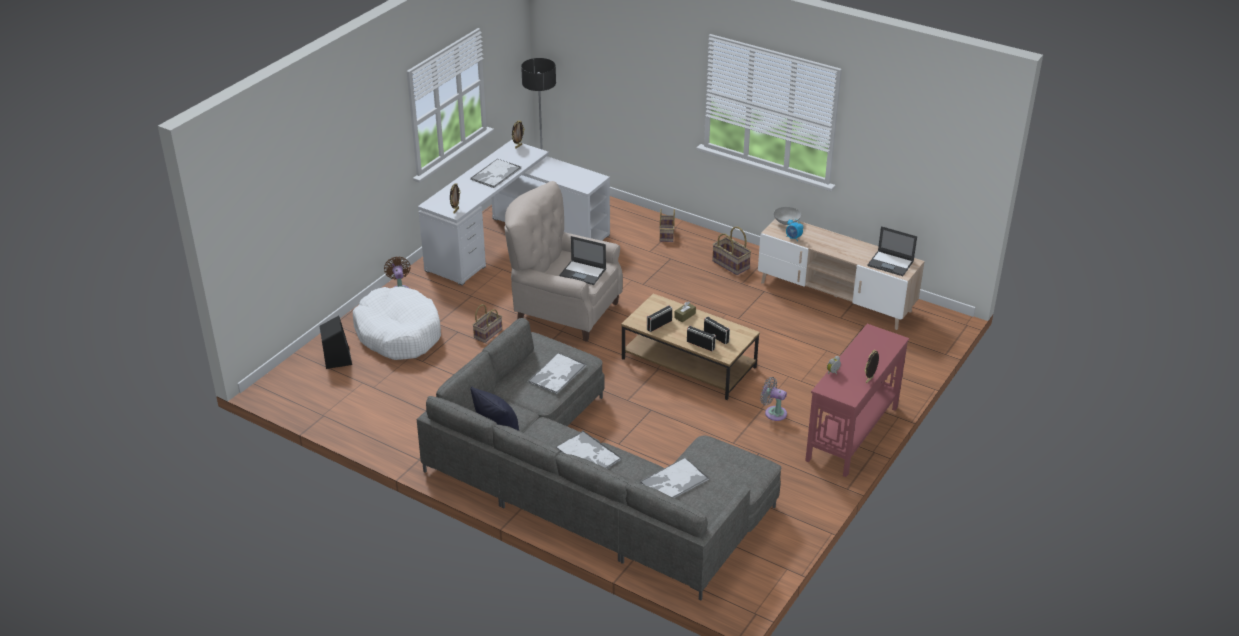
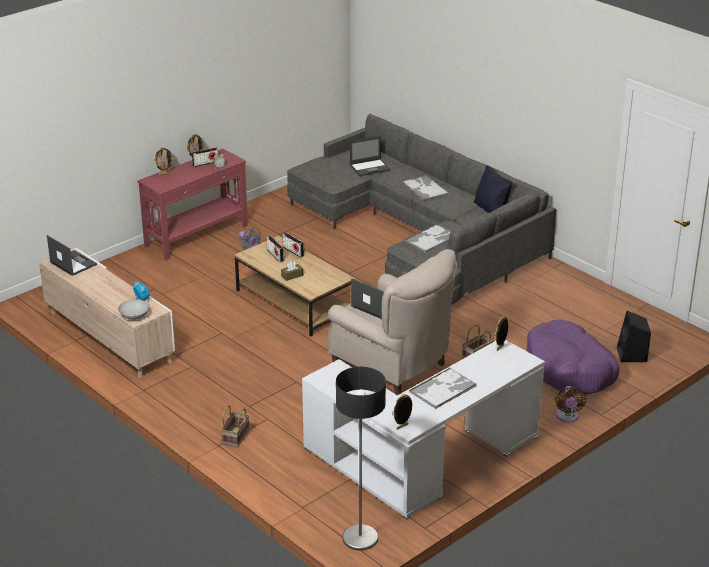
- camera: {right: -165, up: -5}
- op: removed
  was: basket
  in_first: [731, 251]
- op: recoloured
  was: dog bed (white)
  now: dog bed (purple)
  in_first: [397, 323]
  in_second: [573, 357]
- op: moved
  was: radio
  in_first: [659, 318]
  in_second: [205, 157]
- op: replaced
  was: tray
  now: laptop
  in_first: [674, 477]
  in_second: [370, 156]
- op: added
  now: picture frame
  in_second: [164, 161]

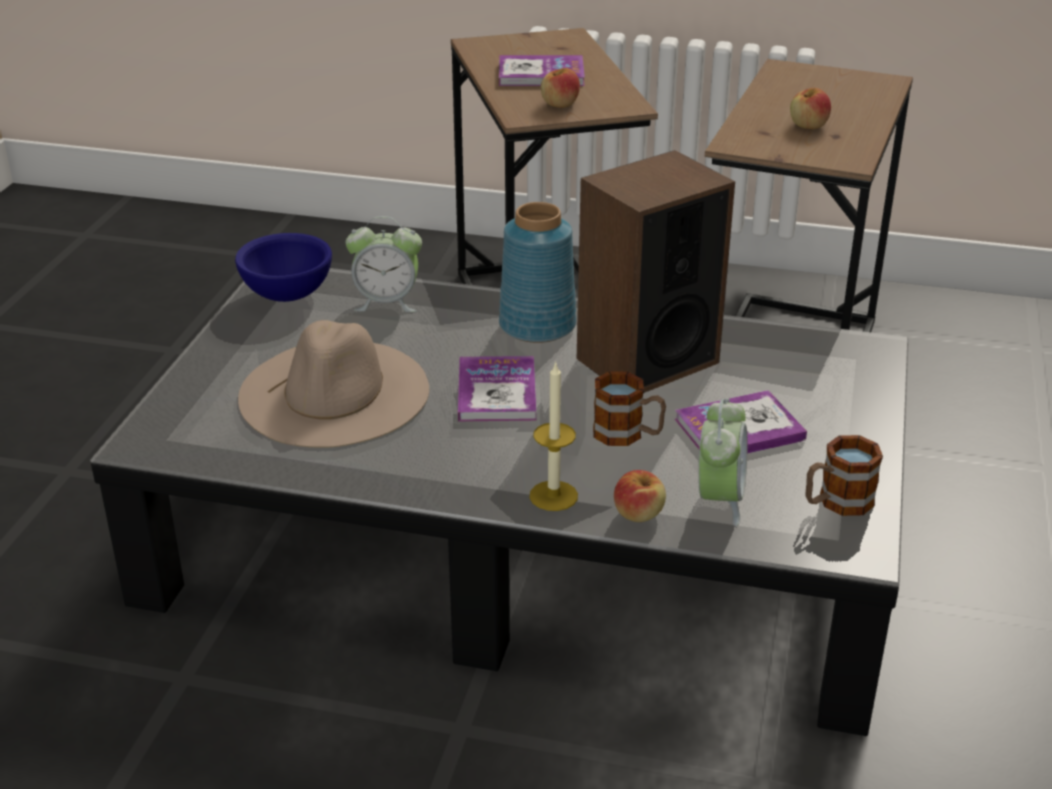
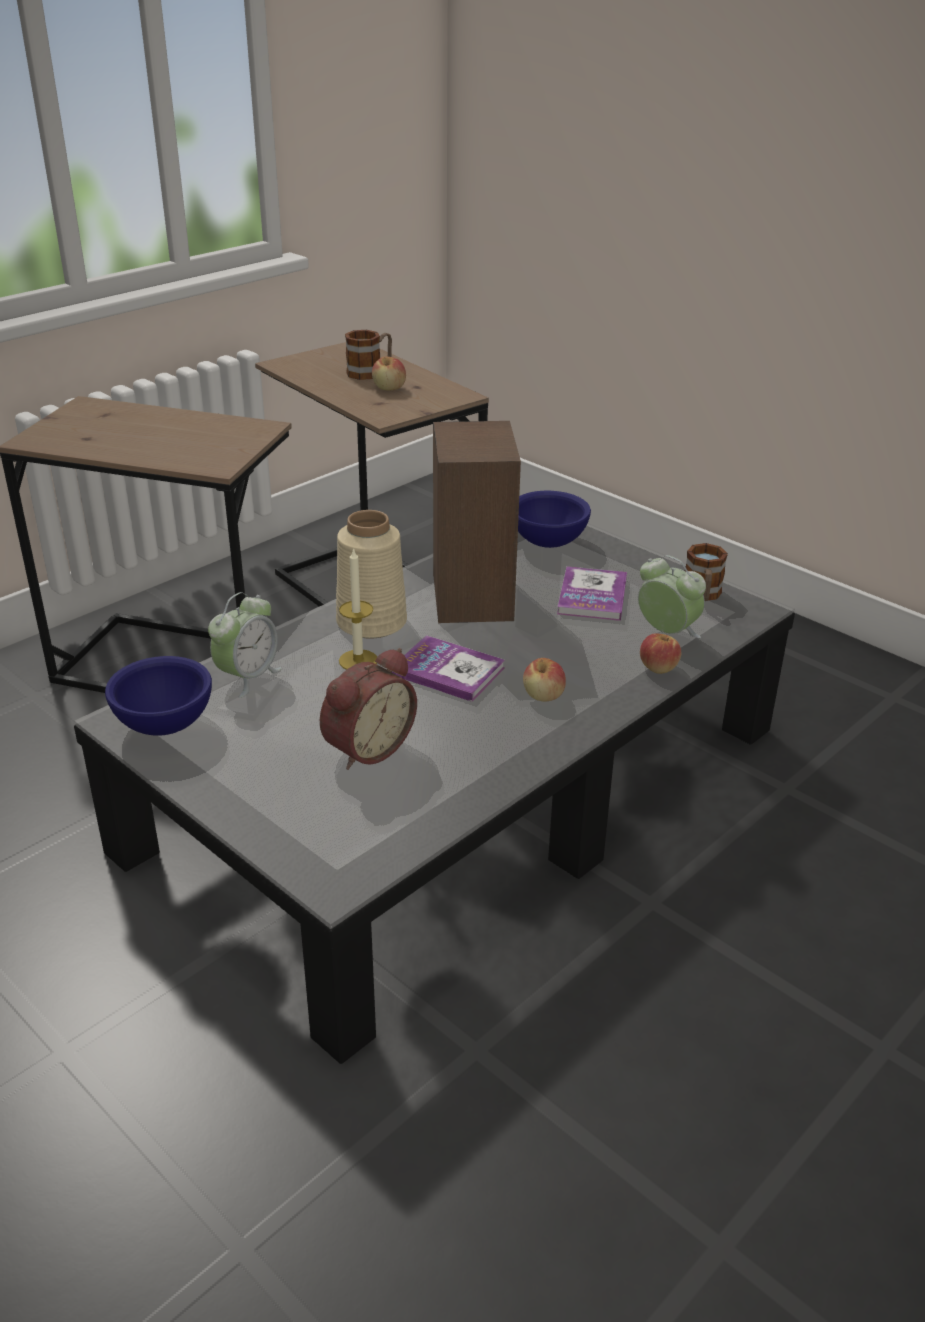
- camera: {right: -60, up: 0}
- op: removed
  was: book
  in_first: [542, 70]
- op: moved
  was: apple
  in_first: [560, 88]
  in_second: [544, 679]
- op: recoloured
  was: vase (blue)
  now: vase (beige)
  in_first: [537, 272]
  in_second: [371, 574]
- op: replaced
  was: hat (beige)
  now: alarm clock
  in_first: [333, 384]
  in_second: [368, 709]
- op: moved
  was: candle
  in_first: [554, 436]
  in_second: [358, 609]
- op: moved
  was: mug
  in_first: [629, 408]
  in_second: [368, 355]
- op: added
  now: bowl (blue)
  in_second: [554, 519]

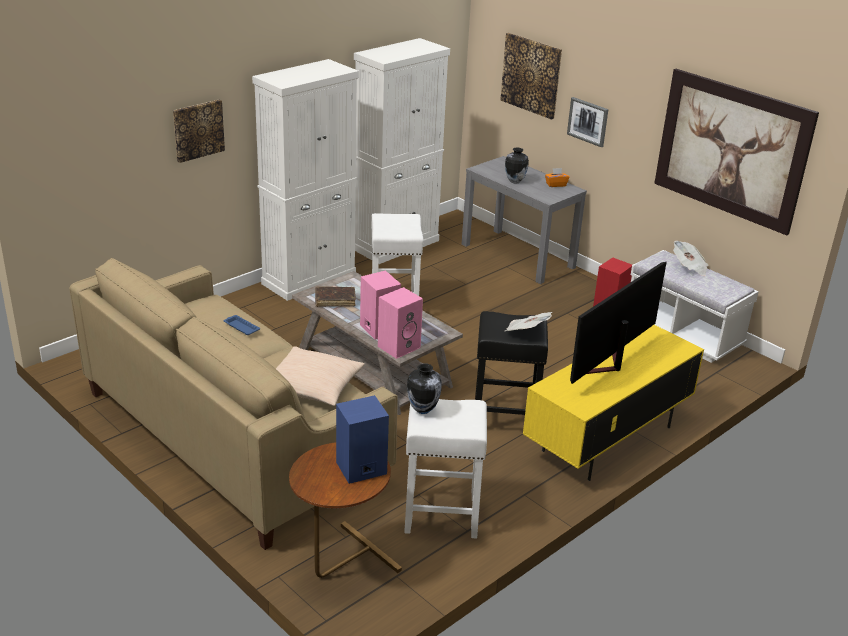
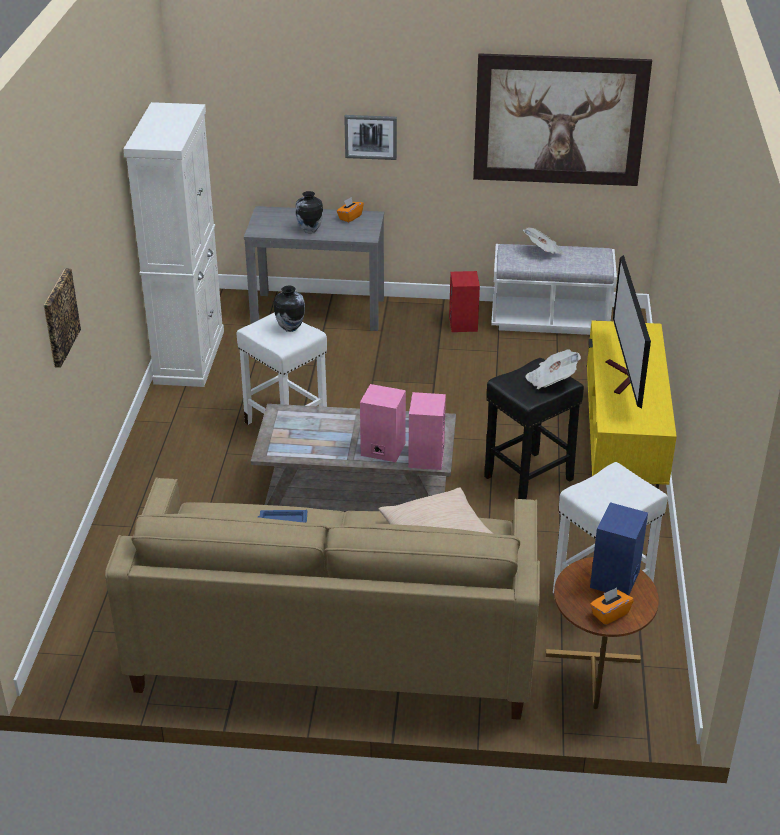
- camera: {right: -40, up: 5}
- op: removed
  was: picture
  in_first: [531, 76]
- op: removed
  was: cabinet (white)
  in_first: [305, 180]
- op: removed
  was: book (brown)
  in_first: [335, 297]
- op: moved
  was: vase
  in_first: [424, 388]
  in_second: [289, 309]
- op: added
  now: tissue box (orange)
  in_second: [612, 606]

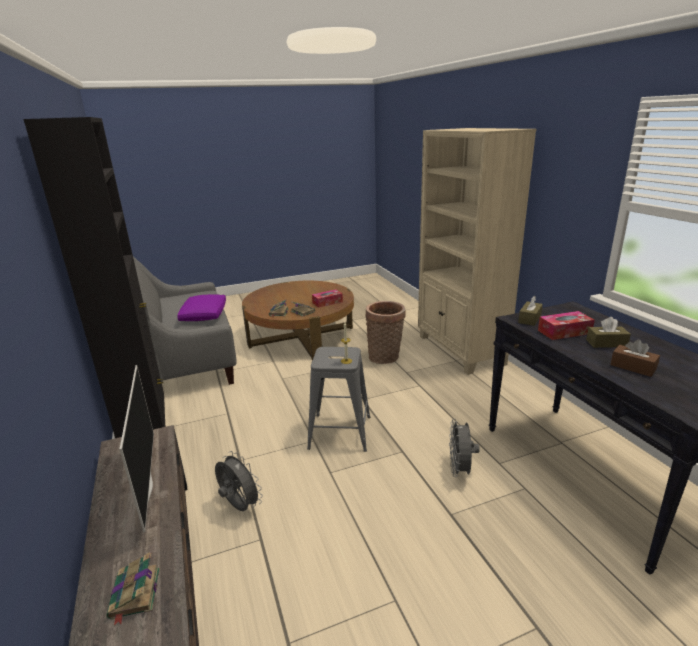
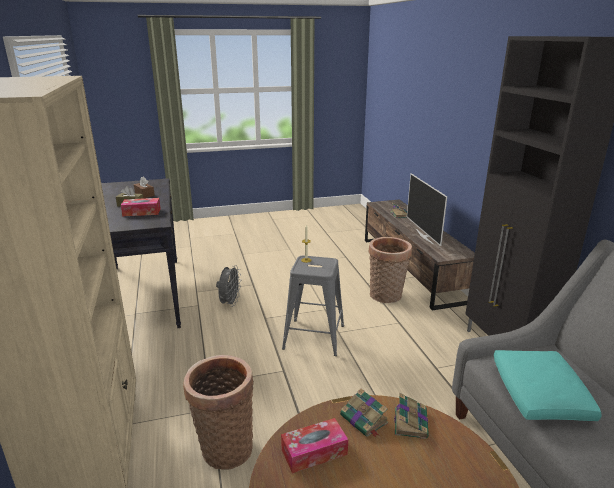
- camera: {right: -175, up: 0}
- op: recoloured
  was: pillow (purple)
  now: pillow (turquoise)
  in_first: [201, 307]
  in_second: [548, 385]
- op: removed
  was: tissue box (brown)
  in_first: [530, 311]
- op: replaced
  was: fan (grey)
  now: basket
  in_first: [239, 481]
  in_second: [390, 270]

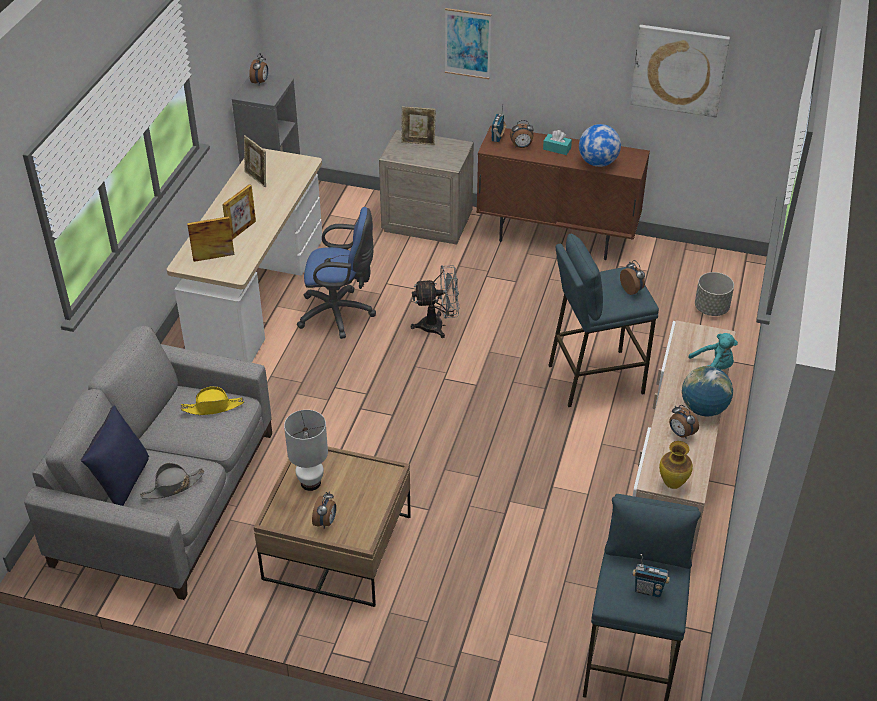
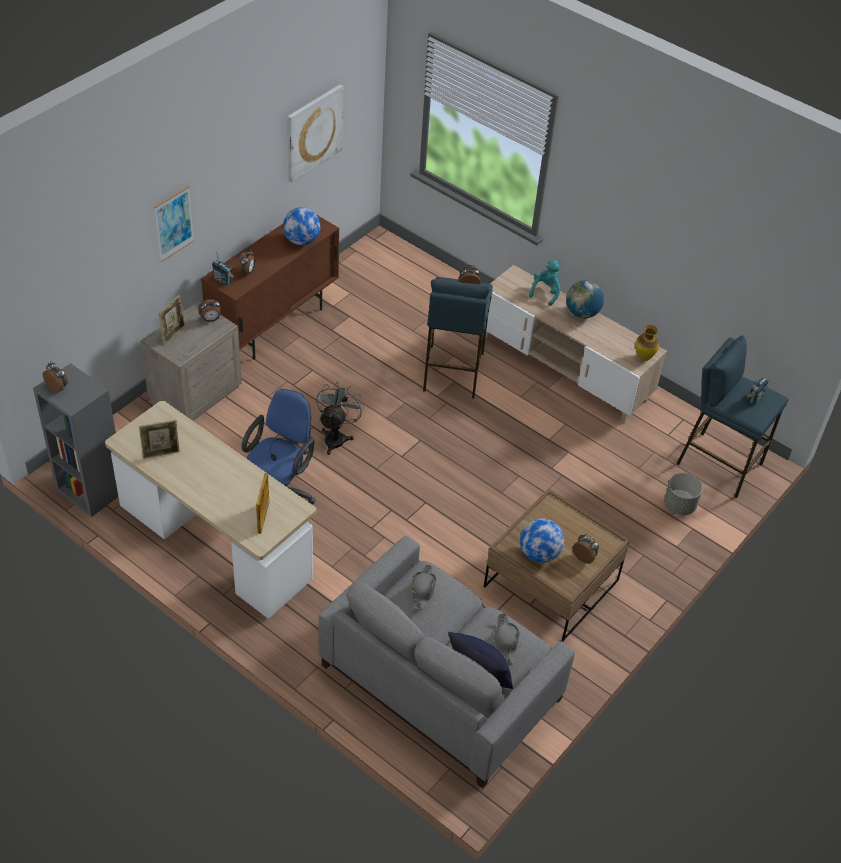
- camera: {right: -70, up: 5}
- op: removed
  was: tissue box (turquoise)
  in_first: [557, 142]
- op: removed
  was: picture frame
  in_first: [239, 212]
- op: moved
  was: planter (grey)
  in_first: [714, 294]
  in_second: [683, 494]
- op: recoloured
  was: hat (yellow)
  now: hat (grey)
  in_first: [212, 400]
  in_second: [423, 587]
- op: moved
  was: alarm clock
  in_first: [684, 422]
  in_second: [209, 310]
- op: replaced
  was: table lamp (white)
  now: globe
  in_first: [306, 450]
  in_second: [542, 540]

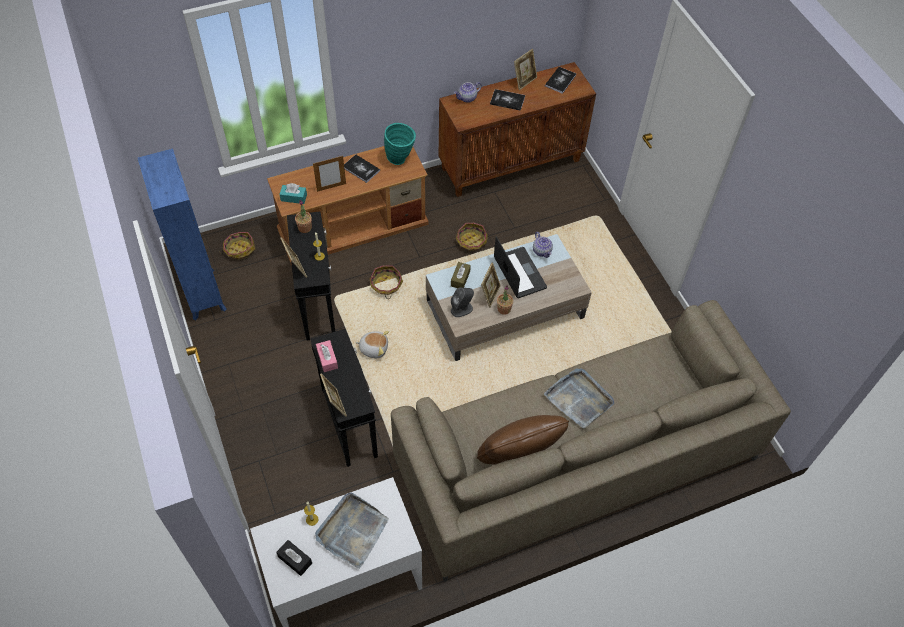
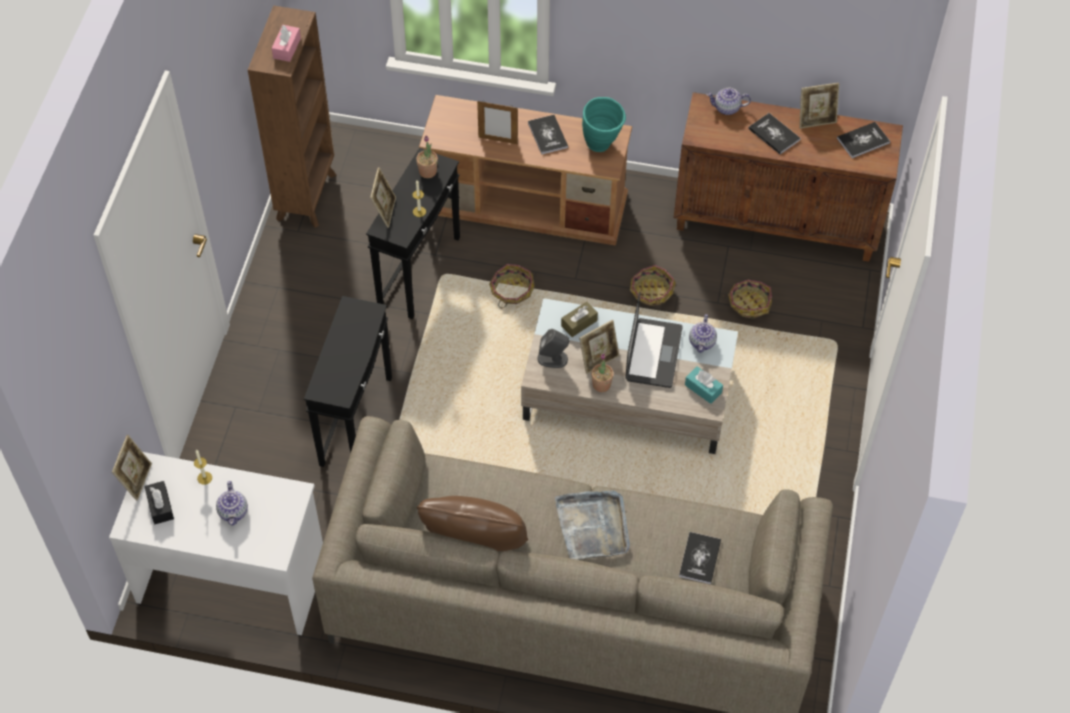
- camera: {right: 35, up: 0}
- op: recoloured
  was: bookcase (blue)
  now: bookcase (brown)
  in_first: [182, 234]
  in_second: [292, 116]
- op: moved
  was: tissue box (turquoise)
  in_first: [293, 193]
  in_second: [704, 385]
- op: moved
  was: basket
  in_first: [237, 246]
  in_second: [747, 299]
- op: removed
  was: plush toy
  in_first: [372, 344]
- op: moved
  was: tissue box (pink)
  in_first: [327, 356]
  in_second: [286, 43]
- op: moved
  was: picture frame
  in_first: [333, 395]
  in_second: [132, 468]
- op: replaced
  was: tray (grey)
  now: teapot
  in_first: [352, 531]
  in_second: [232, 503]
- op: added
  now: book
  in_second: [700, 558]

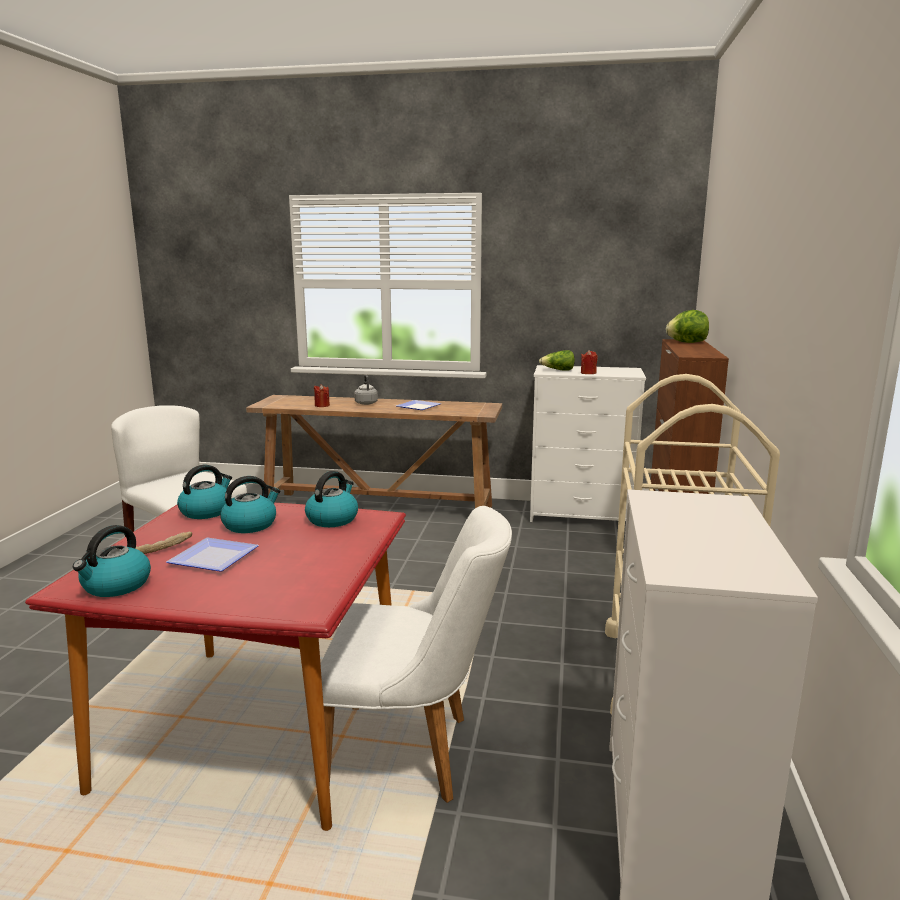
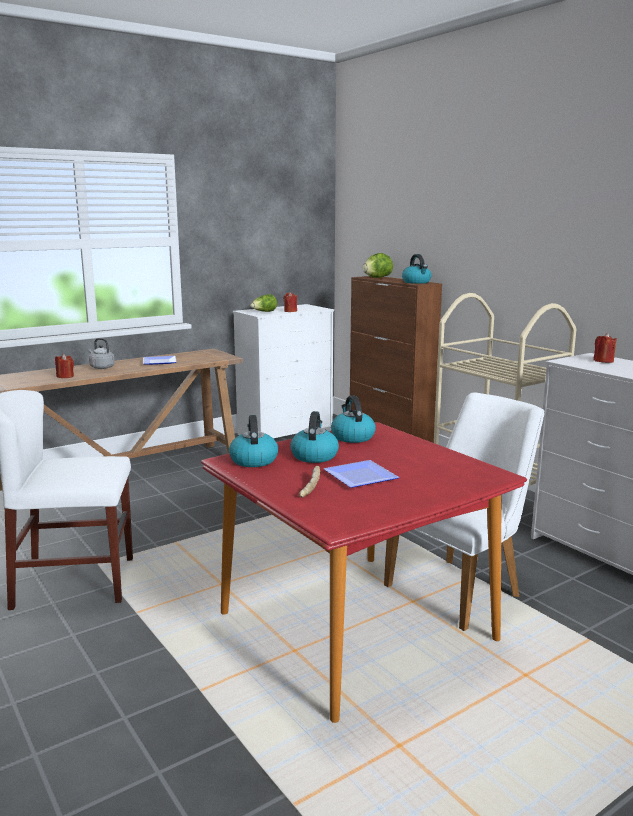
- camera: {right: -45, up: 0}
- op: moved
  was: kettle
  in_first: [112, 561]
  in_second: [417, 269]
- op: added
  now: candle (red)
  in_second: [605, 348]

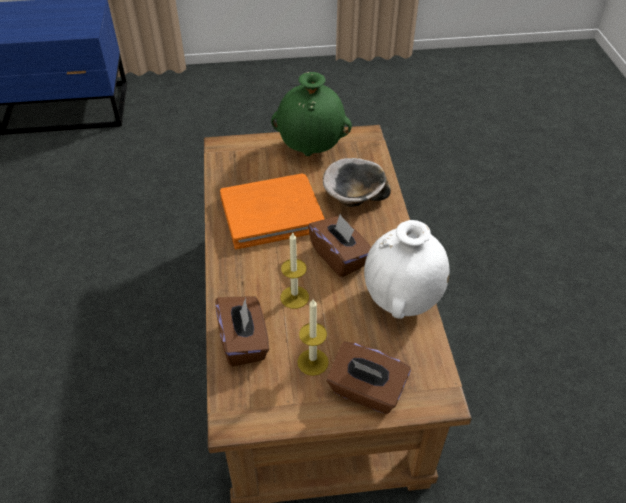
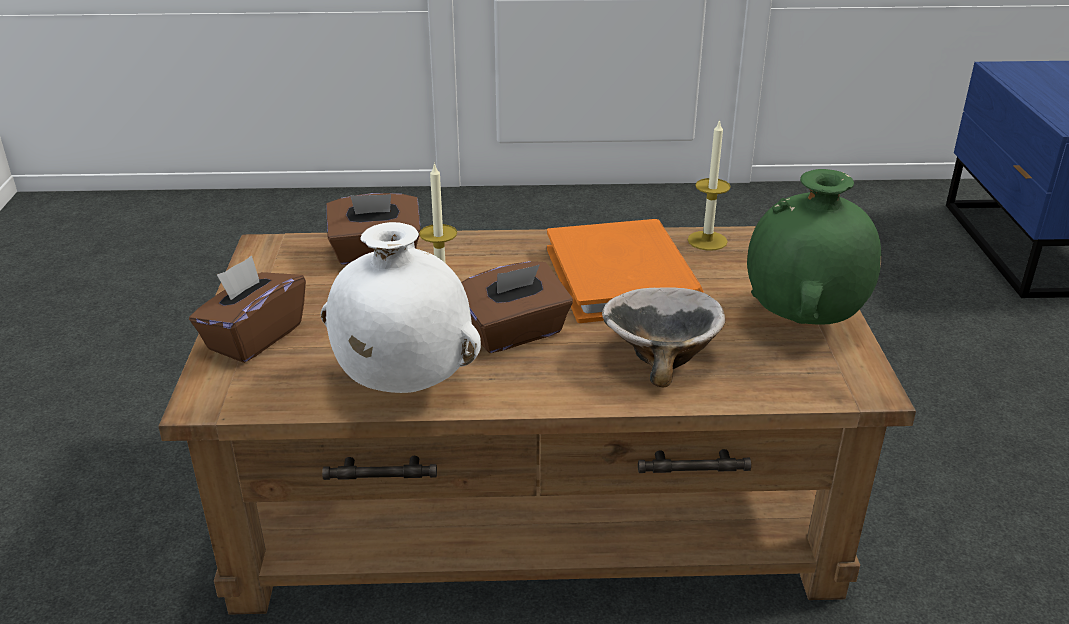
- camera: {right: 95, up: -15}
- op: moved
  was: candle
  in_first: [313, 337]
  in_second: [709, 185]

